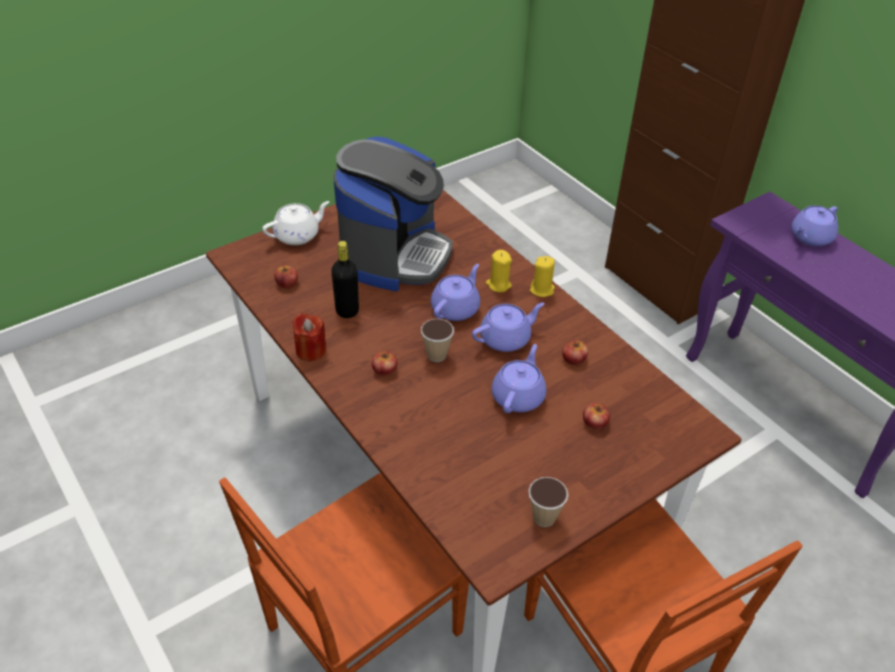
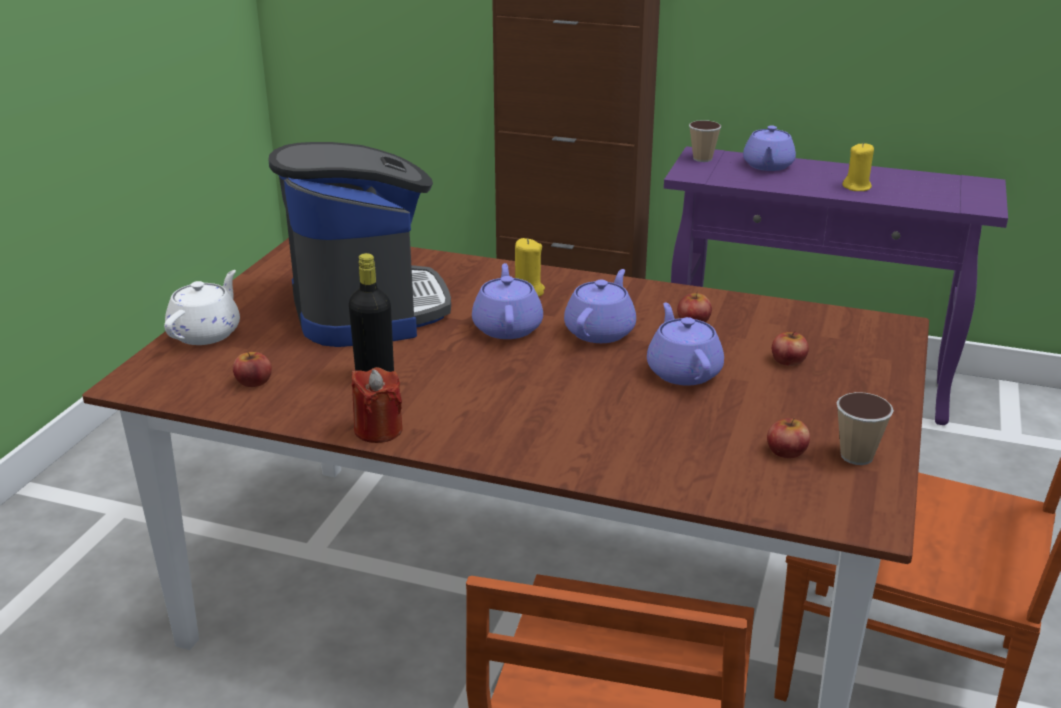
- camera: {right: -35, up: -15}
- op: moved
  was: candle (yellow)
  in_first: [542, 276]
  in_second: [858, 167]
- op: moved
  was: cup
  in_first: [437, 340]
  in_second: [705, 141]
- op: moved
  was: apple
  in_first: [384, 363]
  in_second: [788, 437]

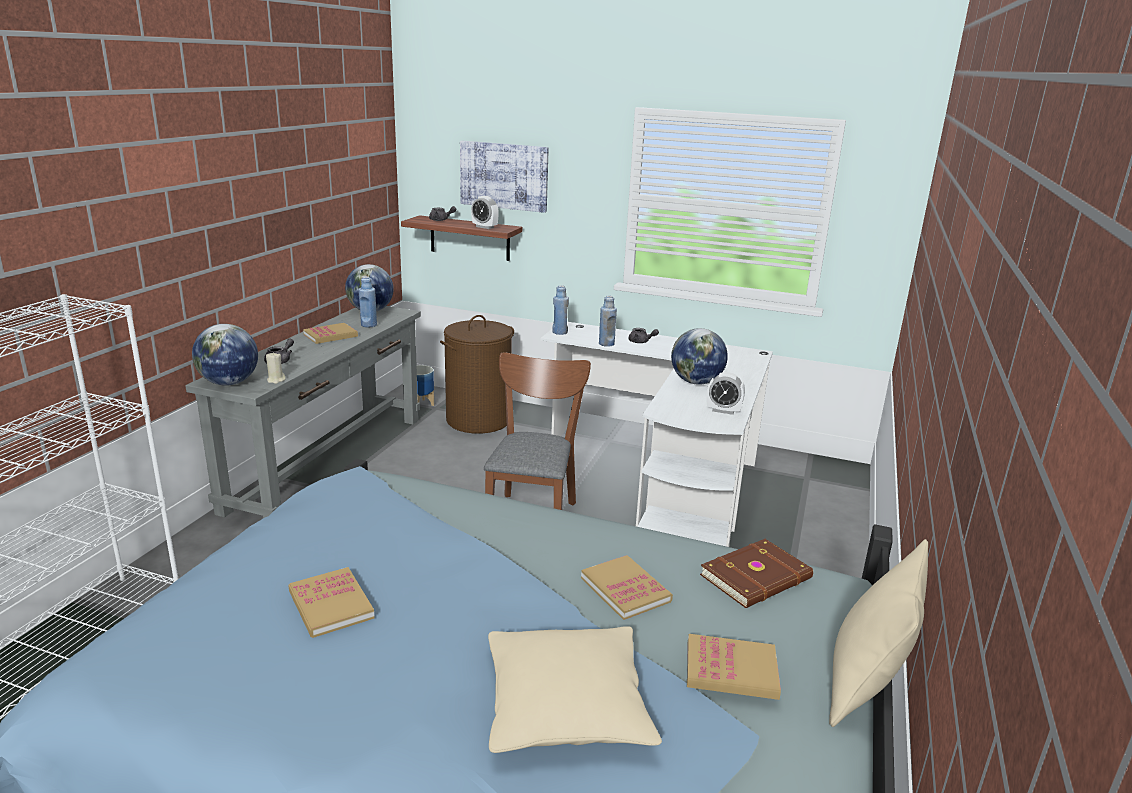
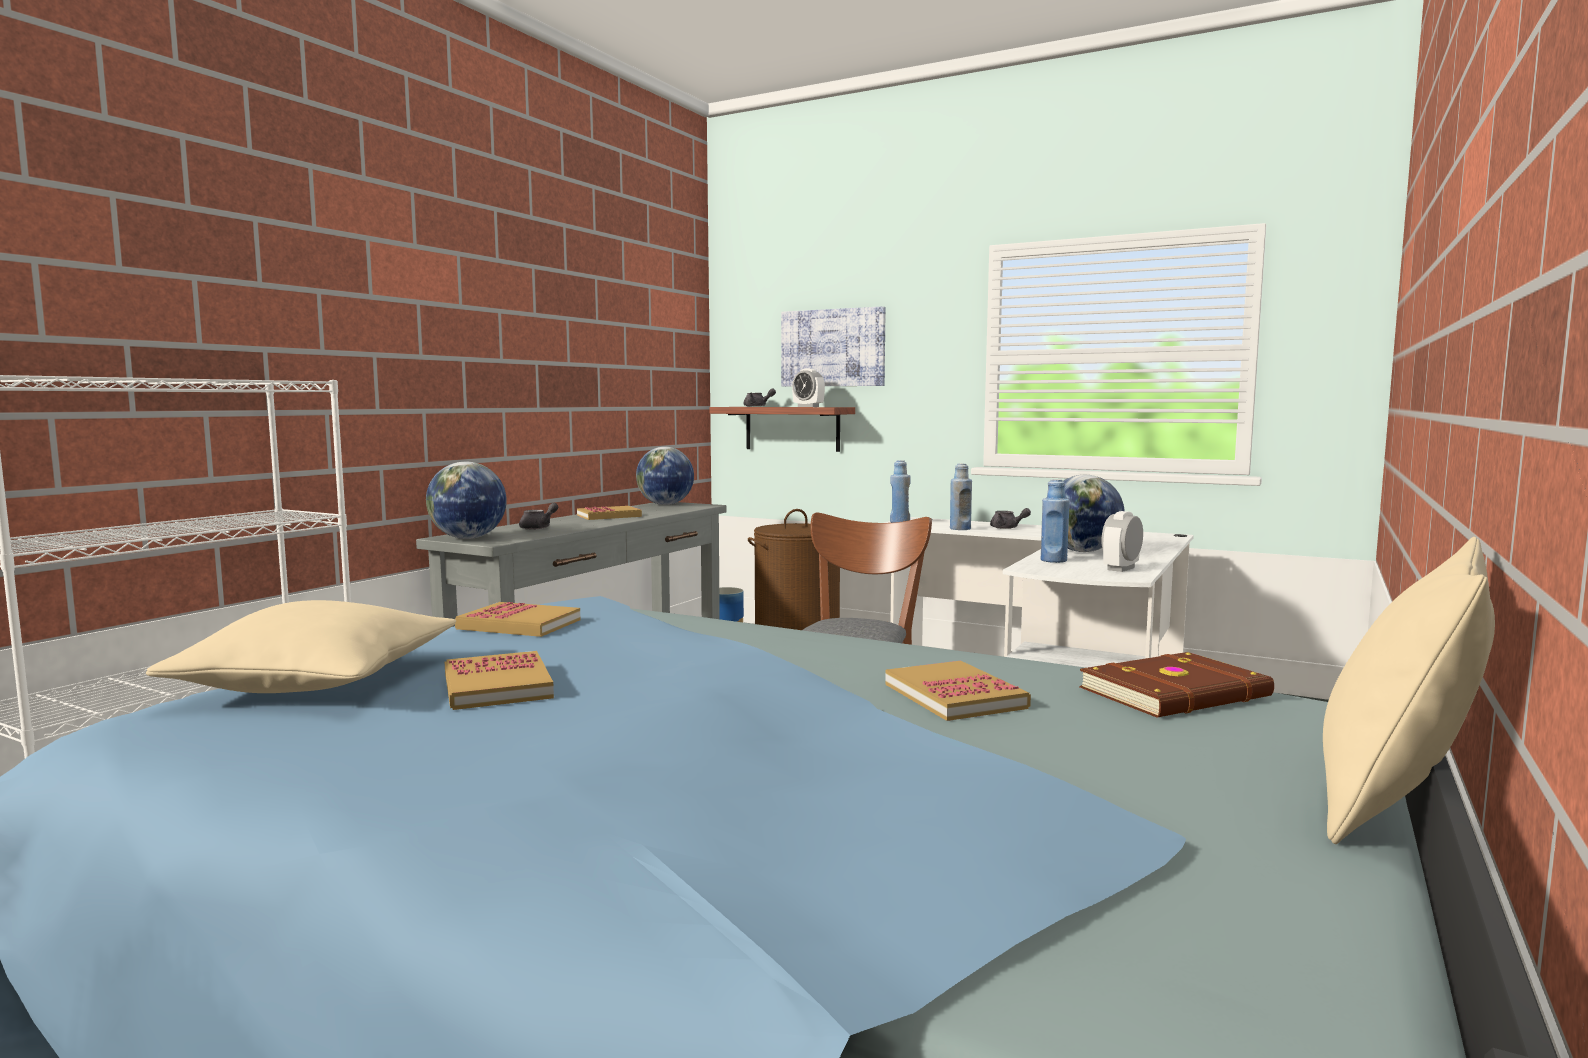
- camera: {right: 10, up: -15}
- op: moved
  was: bottle (blue)
  in_first: [368, 301]
  in_second: [1055, 521]
- op: removed
  was: candle (beige)
  in_first: [276, 368]
- op: turned
  was: alarm clock
  in_first: [725, 393]
  in_second: [1122, 541]
  clockwise: 105
- op: moved
  was: pillow (beige)
  in_first: [575, 689]
  in_second: [301, 646]
- op: moved
  was: book
  in_first: [734, 667]
  in_second: [517, 619]

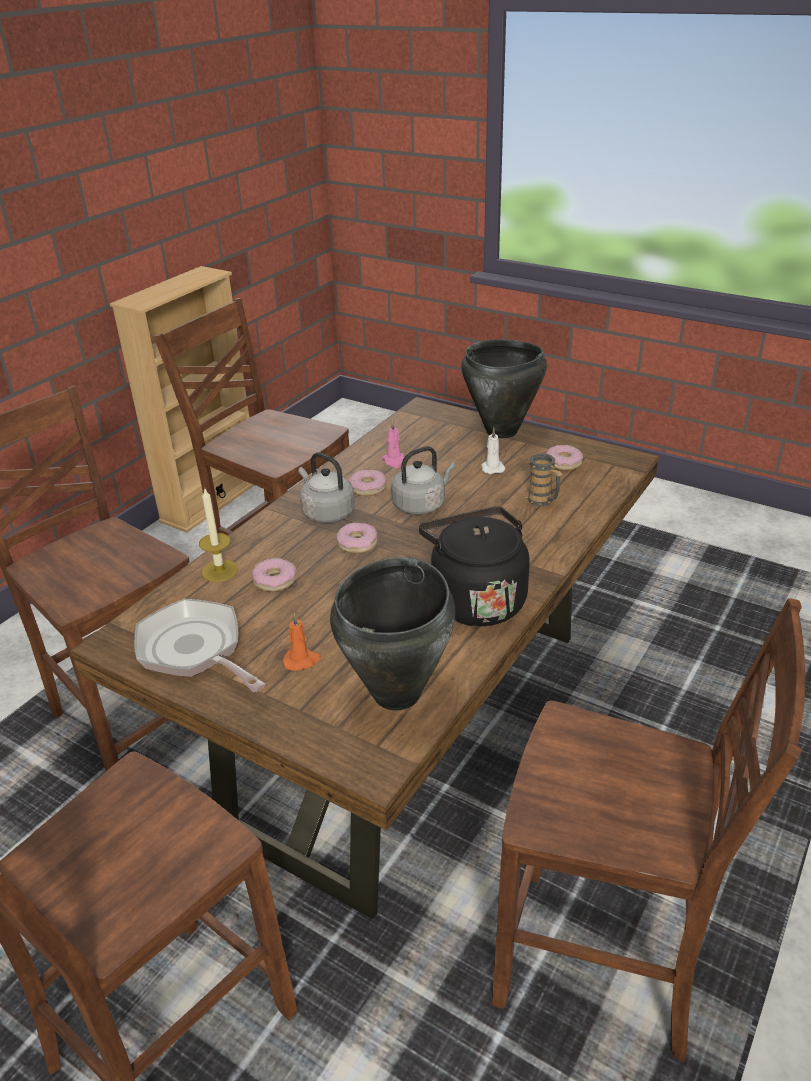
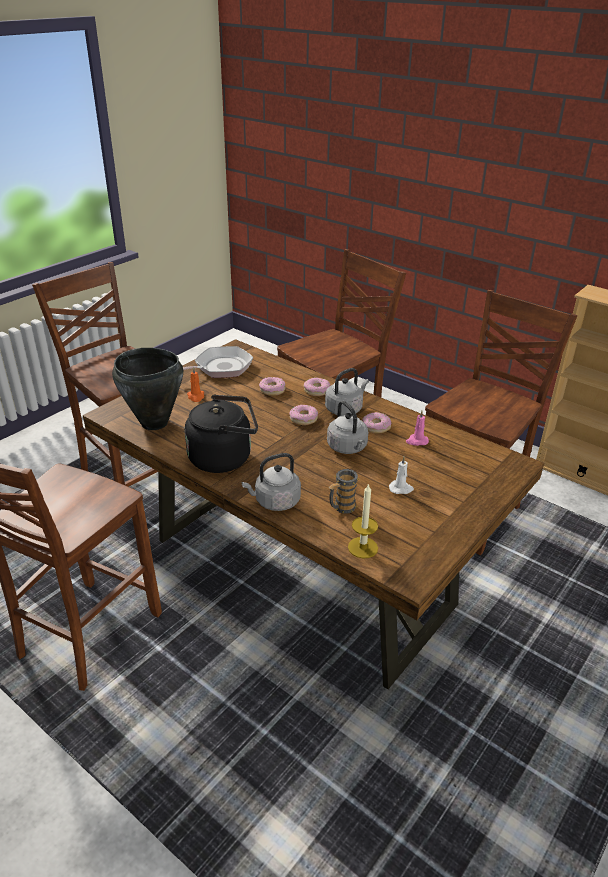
- camera: {right: 95, up: 0}
- op: removed
  was: cooking pot (black)
  in_first: [504, 388]
- op: moved
  was: donut
  in_first: [564, 457]
  in_second: [317, 387]
- op: moved
  was: candle
  in_first: [218, 534]
  in_second: [363, 521]
- op: added
  now: kettle (grey)
  in_second: [271, 482]

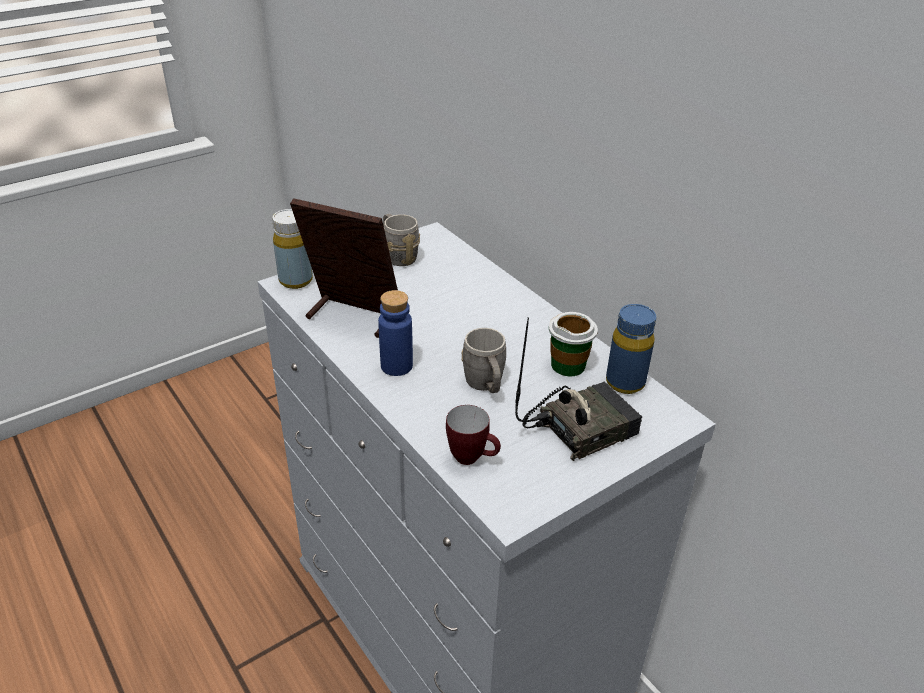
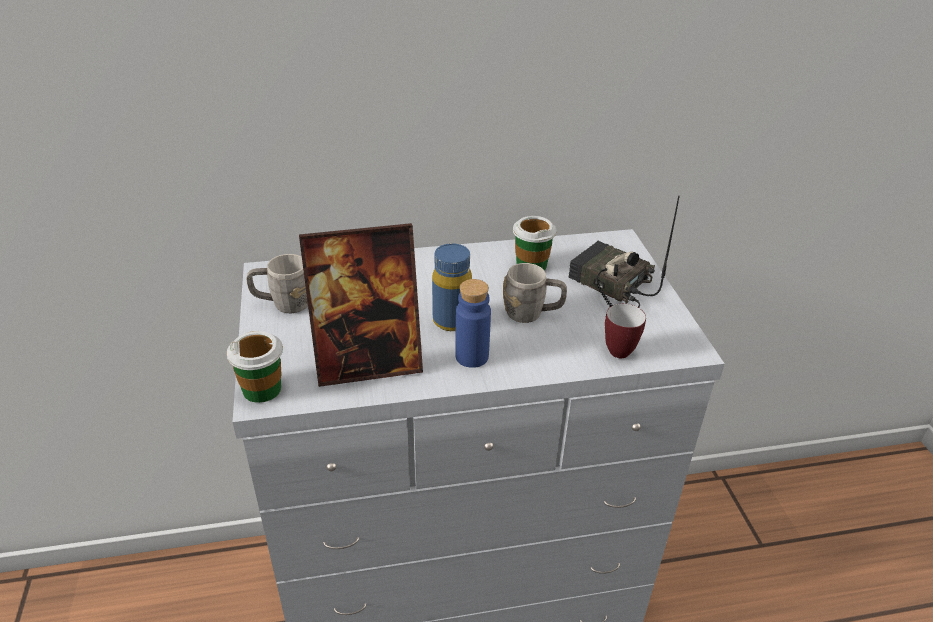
- camera: {right: -65, up: 0}
- op: turned
  was: picture frame
  in_first: [344, 268]
  in_second: [361, 305]
  clockwise: -150
- op: replaced
  was: bottle (yellow)
  now: cup
  in_first: [292, 249]
  in_second: [255, 367]
- op: moved
  was: bottle (blue)
  in_first: [631, 349]
  in_second: [452, 287]
- op: turned
  was: radio
  in_first: [578, 389]
  in_second: [624, 252]
  clockwise: -45

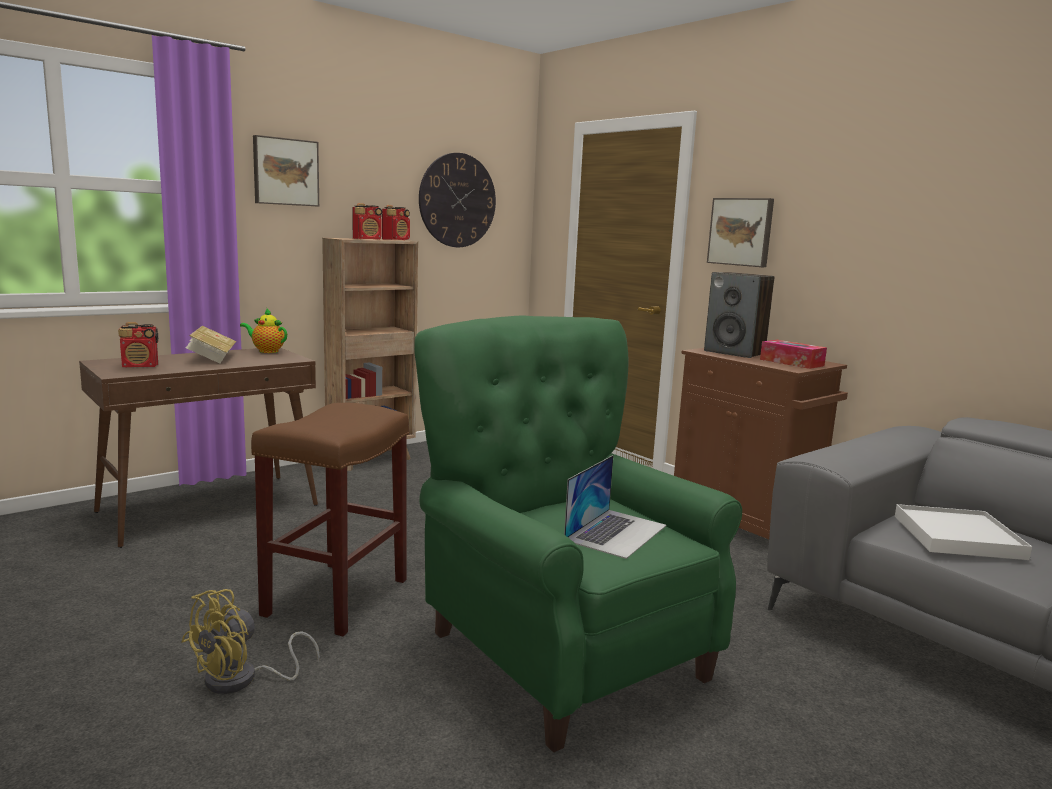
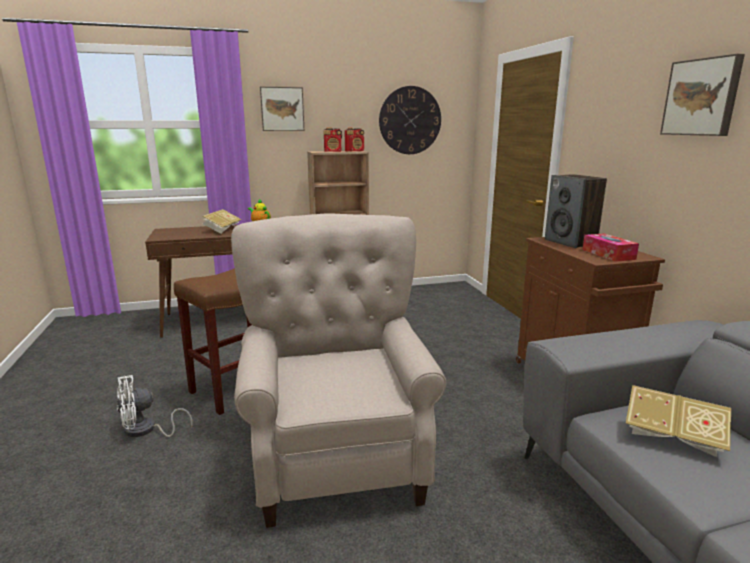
- camera: {right: 25, up: 5}
- op: moved
  was: picture
  in_first: [740, 232]
  in_second: [702, 95]
- op: recoloured
  was: armchair (green)
  now: armchair (beige)
  in_first: [578, 534]
  in_second: [338, 370]
- op: removed
  was: radio
  in_first: [138, 344]
- op: removed
  was: laptop
  in_first: [615, 507]
- op: replaced
  was: tray (white)
  now: book
  in_first: [963, 532]
  in_second: [678, 421]
- op: recoloured
  was: fan (yellow)
  now: fan (white)
  in_first: [250, 641]
  in_second: [155, 406]

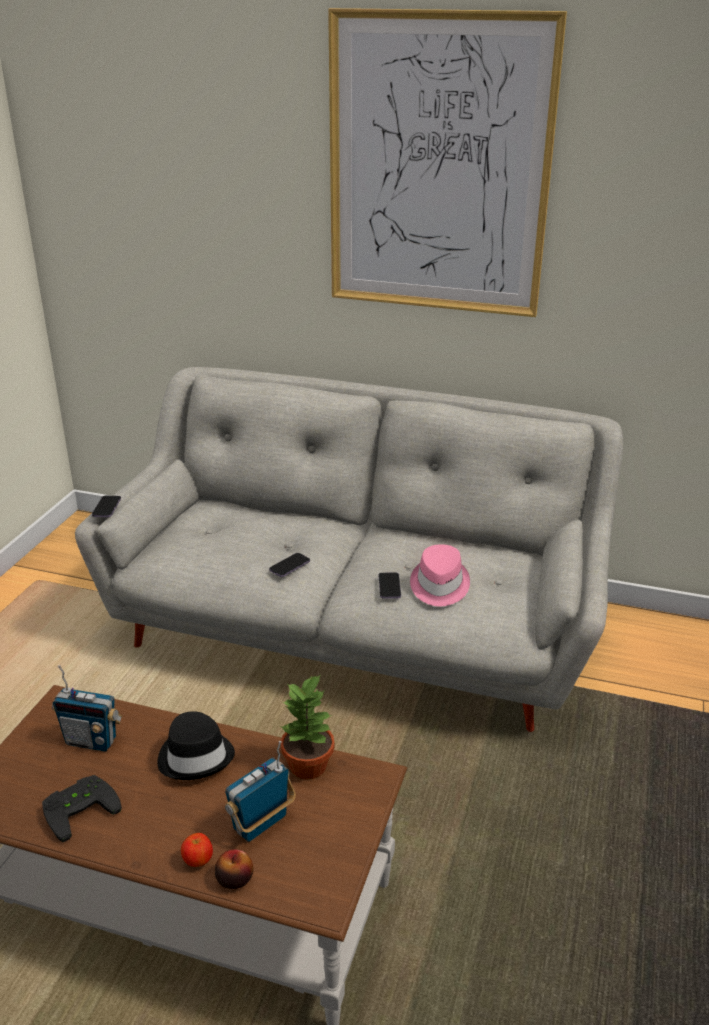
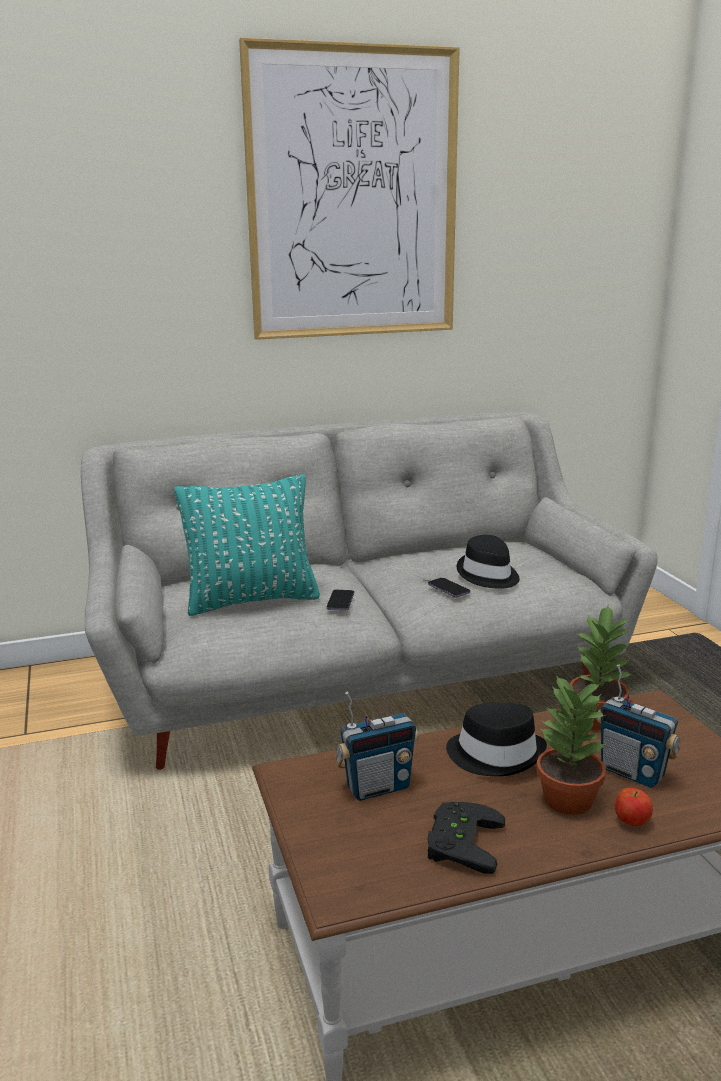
- camera: {right: -35, up: -10}
- op: removed
  was: phone
  in_first: [106, 506]
- op: recoloured
  was: hat (pink)
  now: hat (black)
  in_first: [440, 575]
  in_second: [488, 562]
- op: turned
  was: radio
  in_first: [260, 791]
  in_second: [638, 726]
  clockwise: -60
- op: removed
  was: apple
  in_first: [234, 869]
- op: added
  now: pillow (turquoise)
  in_second: [247, 545]
- op: added
  now: potted plant
  in_second: [571, 745]

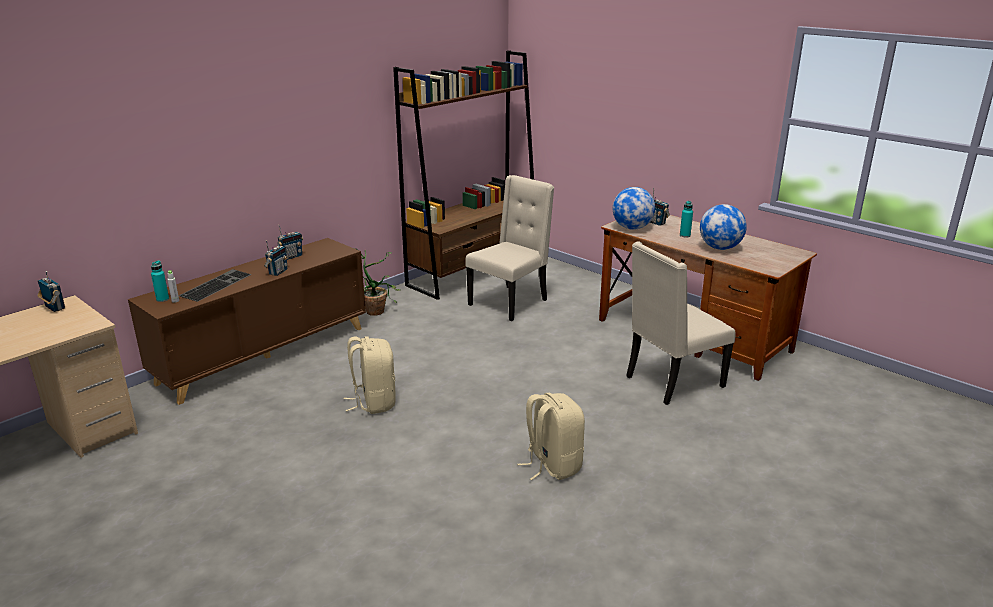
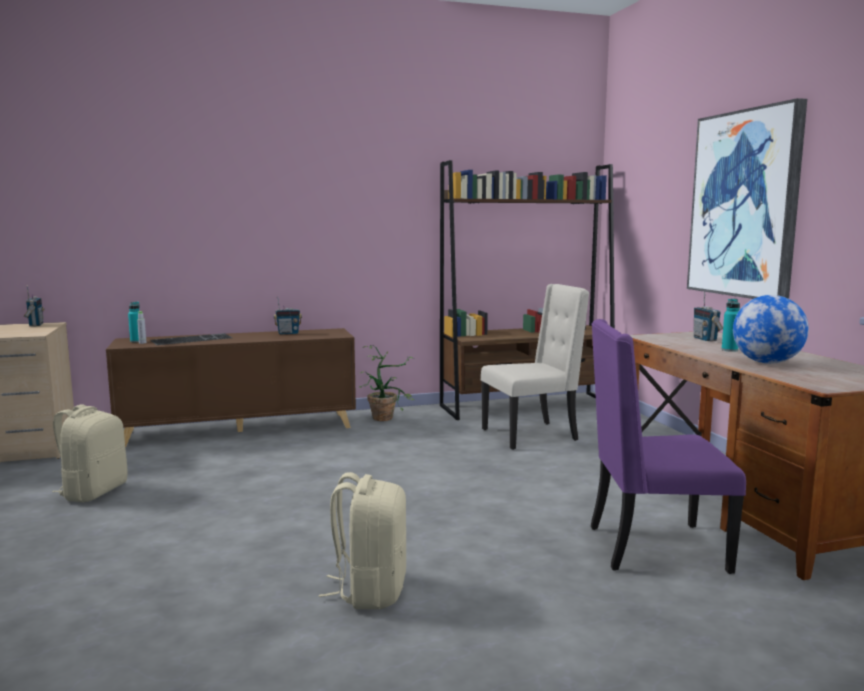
- camera: {right: 30, up: -15}
- op: removed
  was: globe
  in_first: [634, 208]
- op: removed
  was: radio
  in_first: [275, 258]
- op: recoloured
  was: chair (beige)
  now: chair (purple)
  in_first: [681, 323]
  in_second: [668, 446]
- op: moved
  was: backpack (beige)
  in_first: [370, 375]
  in_second: [90, 453]
- op: added
  now: picture
  in_second: [747, 198]

